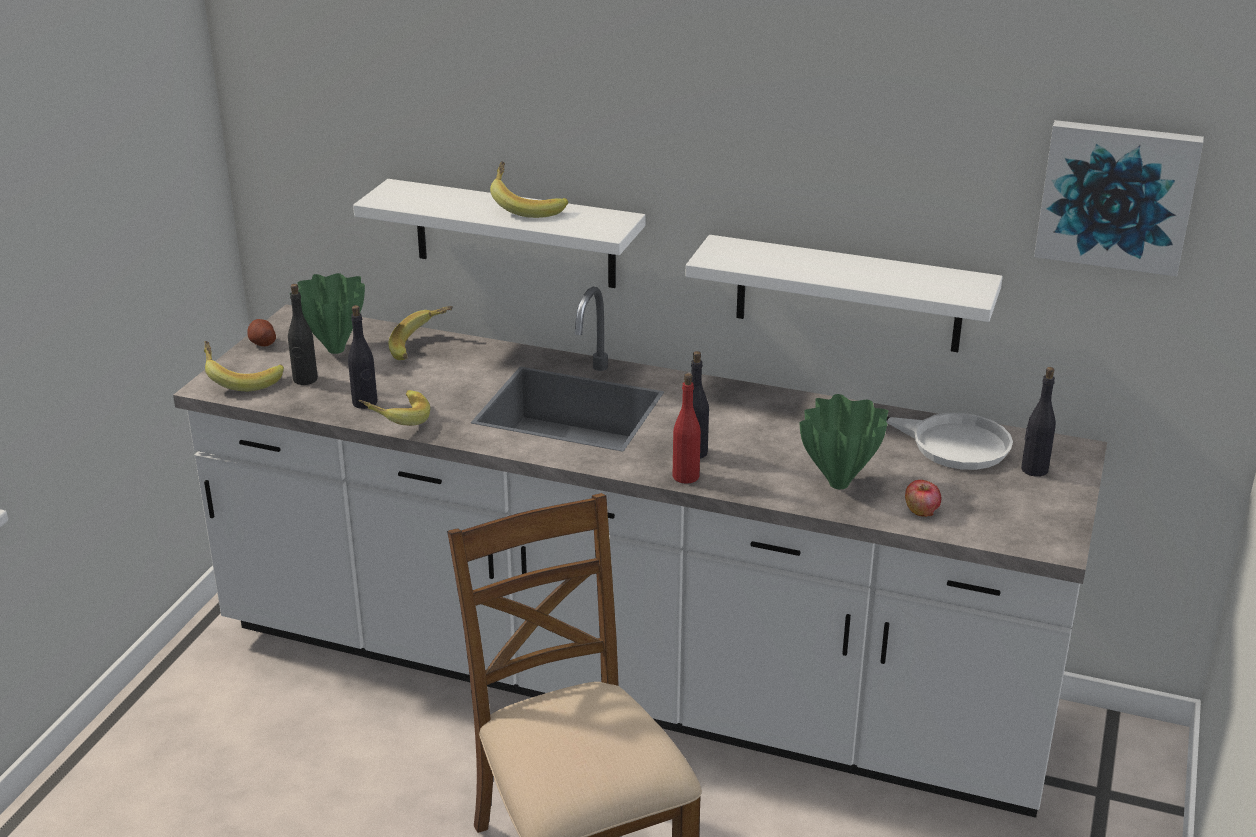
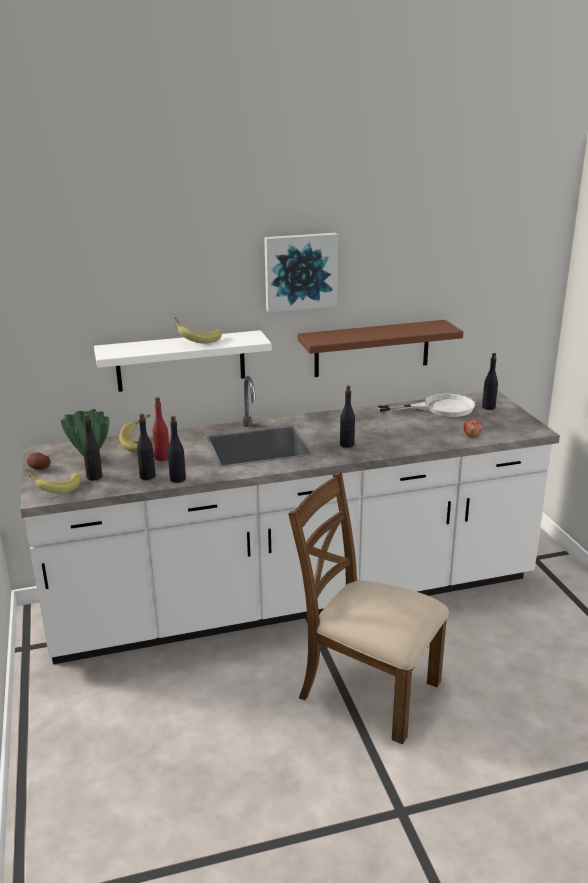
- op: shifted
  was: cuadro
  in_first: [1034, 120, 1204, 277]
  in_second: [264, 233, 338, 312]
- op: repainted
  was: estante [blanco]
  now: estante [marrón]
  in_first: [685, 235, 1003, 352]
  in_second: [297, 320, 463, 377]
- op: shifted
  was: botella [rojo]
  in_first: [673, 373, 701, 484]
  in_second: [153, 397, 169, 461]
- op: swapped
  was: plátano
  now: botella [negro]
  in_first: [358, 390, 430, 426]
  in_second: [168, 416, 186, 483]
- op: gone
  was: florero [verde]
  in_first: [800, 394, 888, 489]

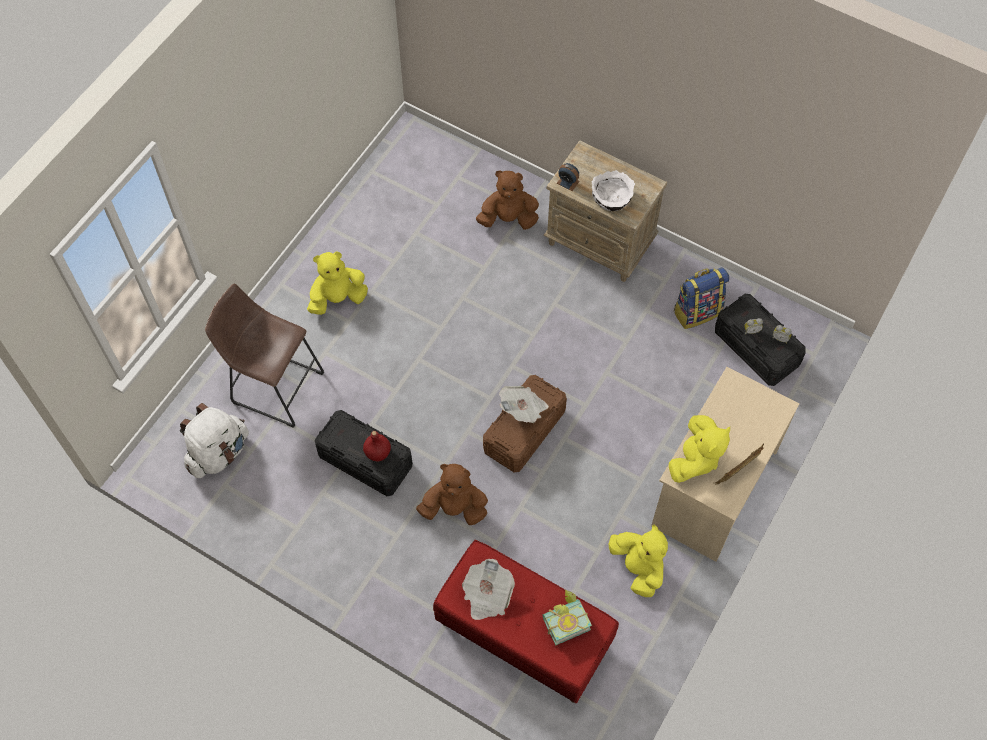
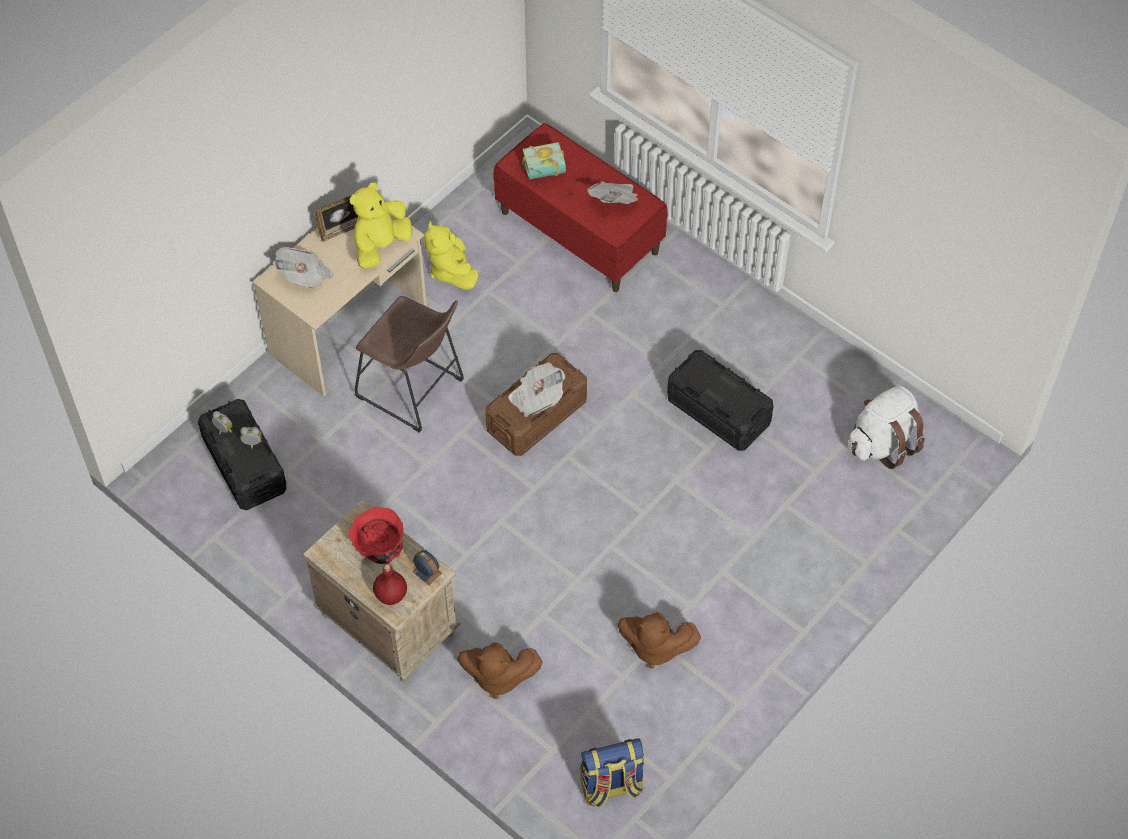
- op: repainted
  was: cuenco [blanco]
  now: cuenco [rojo]
  in_first: [592, 170, 635, 211]
  in_second: [349, 506, 404, 564]
- op: gone
  was: peluche [amarillo]
  in_first: [307, 251, 368, 315]
- op: shifted
  was: mochila
  in_first: [674, 268, 729, 329]
  in_second: [580, 738, 644, 808]
- op: shifted
  was: taburete [marrón]
  in_first: [205, 284, 324, 427]
  in_second: [355, 296, 464, 432]
- op: shifted
  was: botella [rojo]
  in_first: [363, 431, 391, 461]
  in_second: [373, 564, 407, 605]
- op: shifted
  was: peluche [marrón]
  in_first: [416, 464, 488, 525]
  in_second: [617, 612, 701, 669]
- op: new
  now: periódico
  in_second: [272, 247, 334, 288]

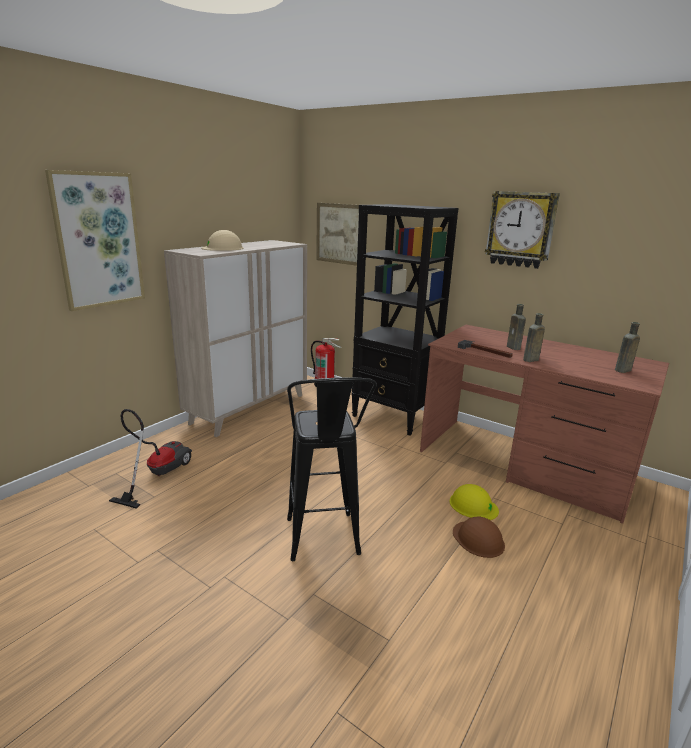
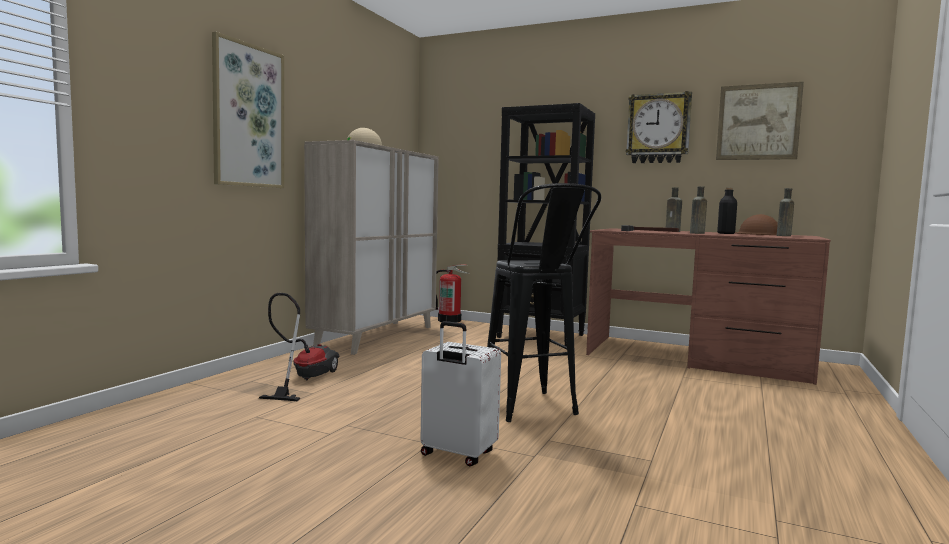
- op: shifted
  was: cuadro
  in_first: [316, 203, 359, 266]
  in_second: [716, 82, 804, 160]
- op: gone
  was: casco [amarillo]
  in_first: [449, 484, 499, 520]
- op: shifted
  was: casco [marrón]
  in_first: [453, 517, 505, 558]
  in_second: [735, 214, 778, 235]
- op: new
  now: botella [negro]
  in_second: [717, 188, 737, 234]
- op: new
  now: maleta [blanco]
  in_second: [421, 321, 501, 466]

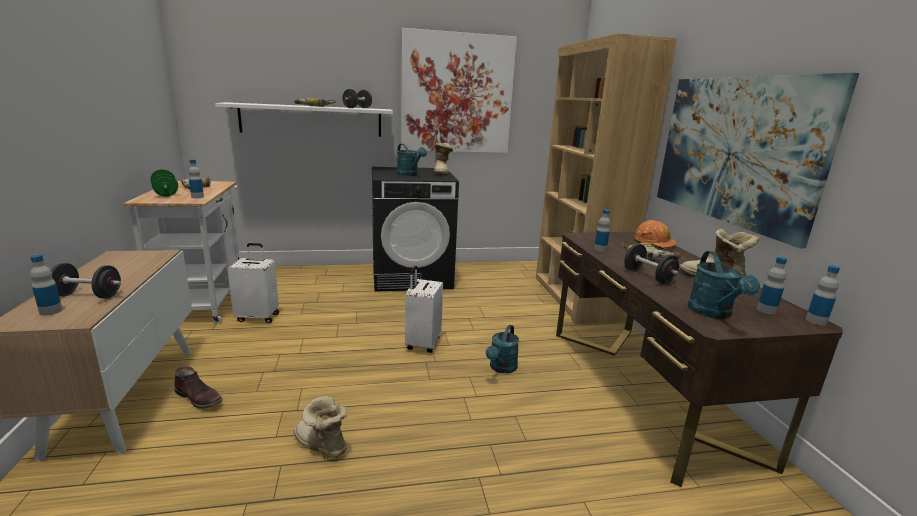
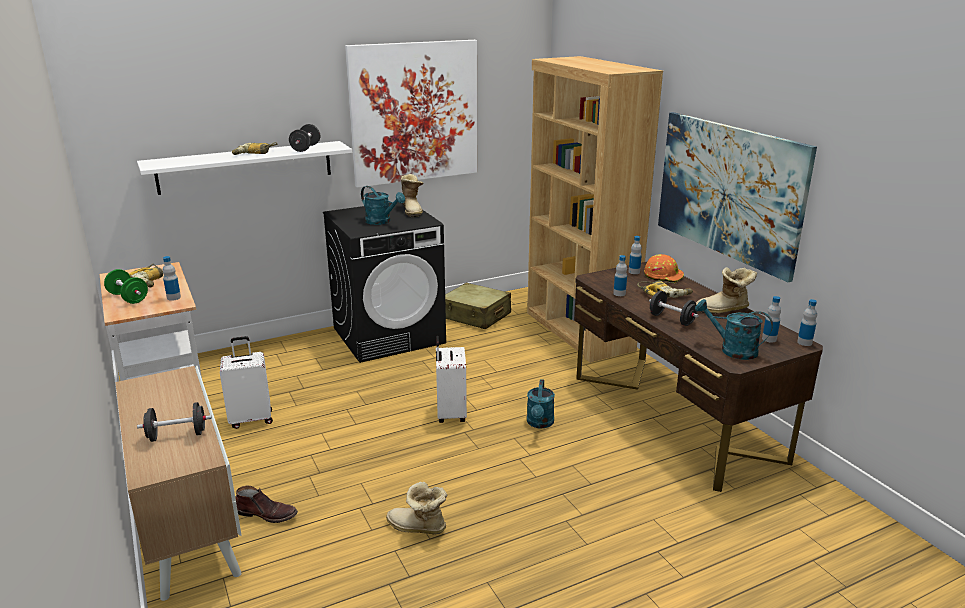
- op: rotated
  was: regadera [turquesa]
  in_first: [688, 251, 760, 319]
  in_second: [695, 299, 773, 360]
  clockwise: 135
- op: shifted
  was: botella
  in_first: [30, 254, 63, 316]
  in_second: [629, 236, 642, 274]
- op: new
  now: maleta [beis]
  in_second: [445, 283, 511, 329]

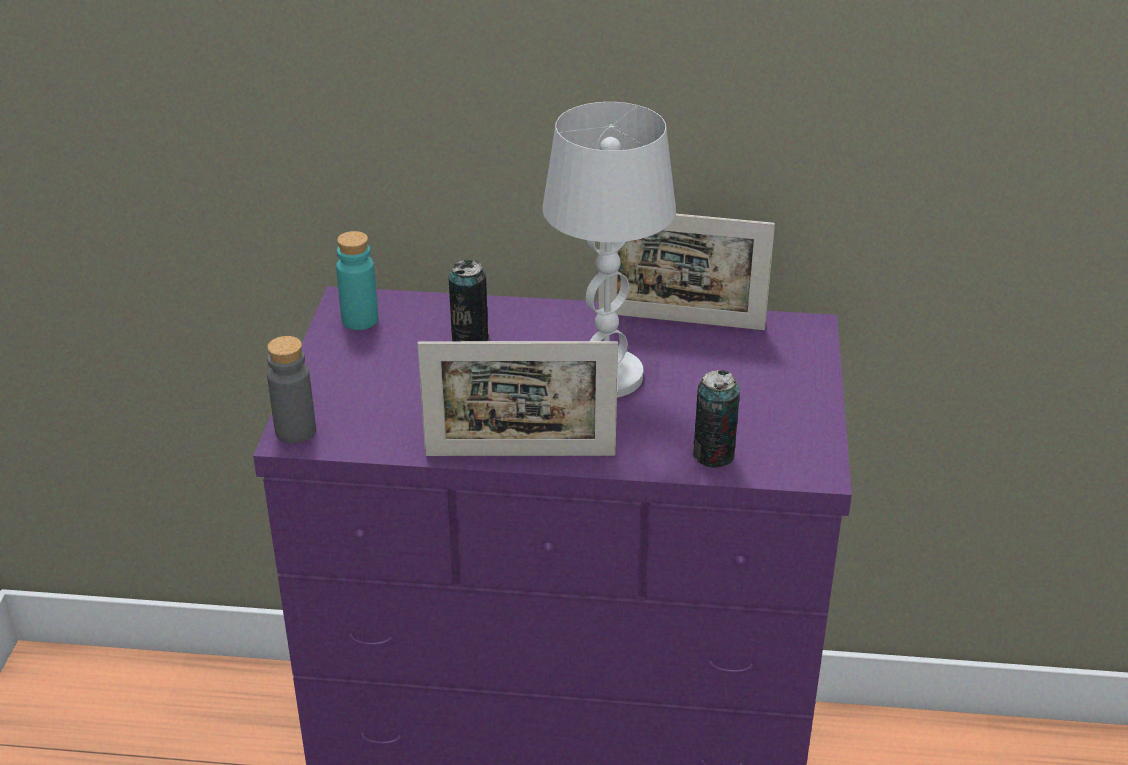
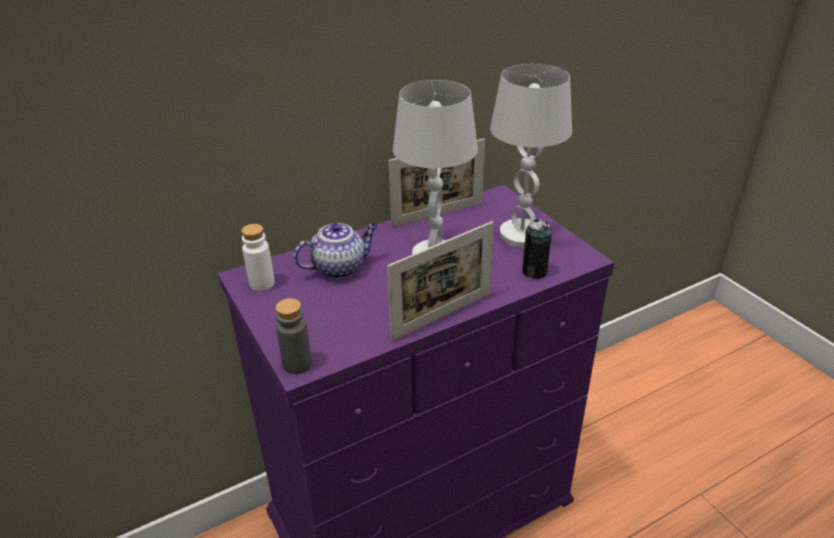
- op: repainted
  was: botella [turquesa]
  now: botella [blanco]
  in_first: [336, 231, 378, 330]
  in_second: [241, 224, 275, 291]
- op: swapped
  was: lata
  now: tetera
  in_first: [448, 260, 489, 341]
  in_second: [294, 223, 378, 279]
- op: new
  now: lámpara de mesa [blanco]
  in_second: [490, 64, 572, 247]

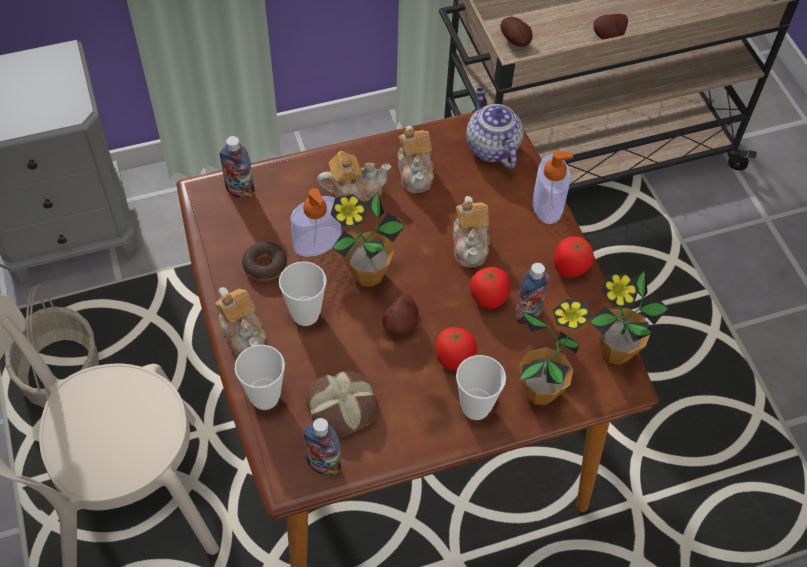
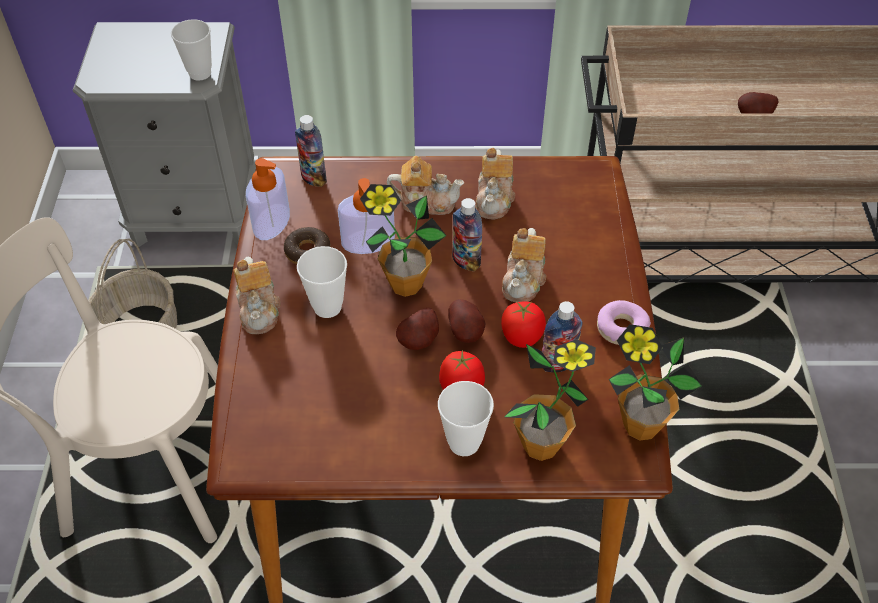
- op: shifted
  was: patata
  in_first: [500, 17, 533, 47]
  in_second: [449, 299, 486, 343]
- op: gone
  was: tetera
  in_first: [466, 88, 523, 169]
- op: shifted
  was: dispensador de jabón
  in_first: [532, 151, 573, 224]
  in_second: [246, 158, 290, 240]
- op: swapped
  was: tomate
  now: rosquilla
  in_first: [554, 236, 594, 277]
  in_second: [597, 300, 651, 345]
- op: shifted
  was: taza
  in_first: [235, 345, 285, 410]
  in_second: [171, 19, 212, 81]
- op: gone
  was: pan
  in_first: [306, 371, 379, 437]
- op: shifted
  was: botella
  in_first: [303, 418, 341, 475]
  in_second: [452, 198, 482, 271]

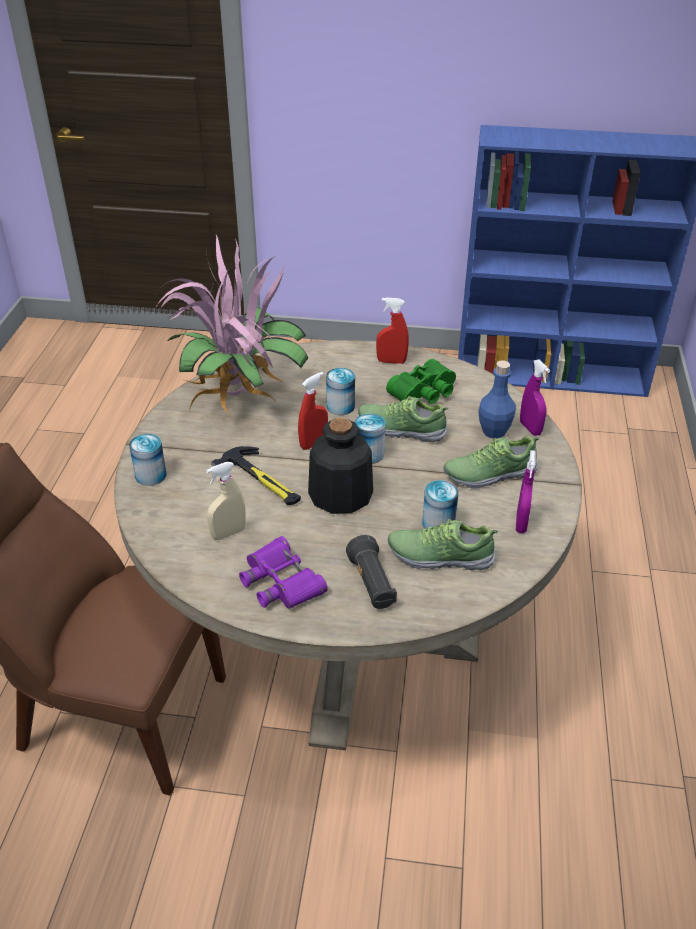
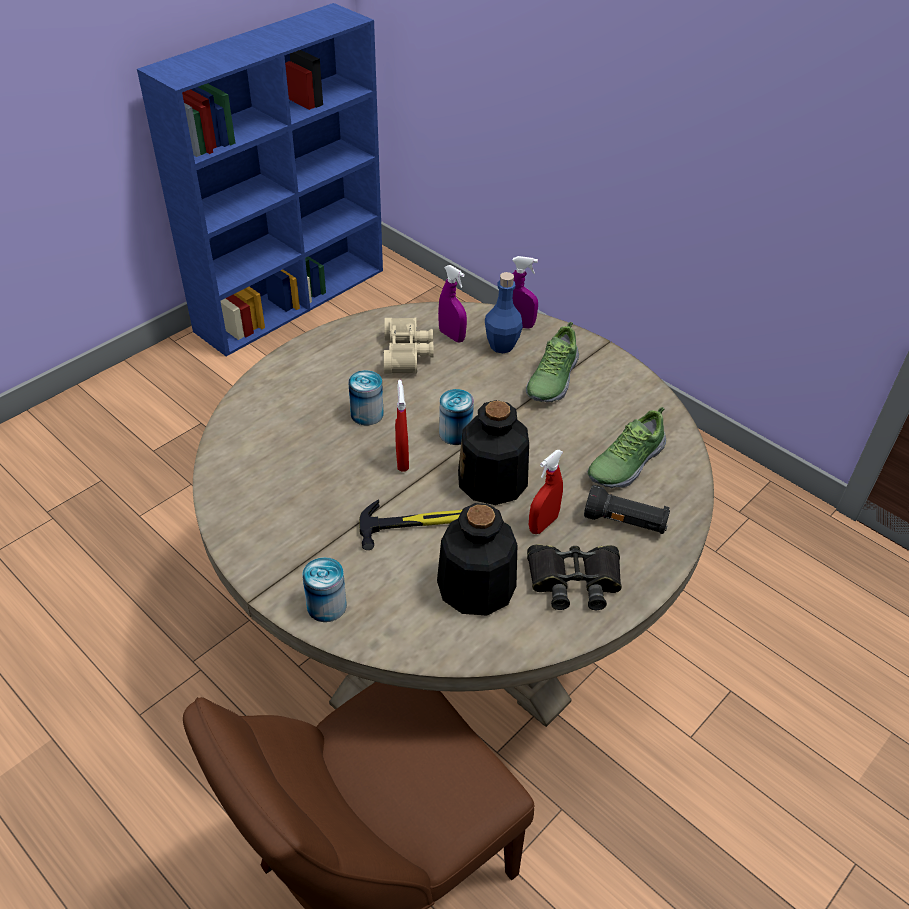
- op: gone
  was: planta en maceta
  in_first: [153, 235, 308, 416]
- op: shifted
  was: pulverizador [rojo]
  in_first: [376, 297, 409, 364]
  in_second: [529, 450, 563, 534]
- op: repainted
  was: prismáticos [verde]
  now: prismáticos [beis]
  in_first: [386, 359, 456, 404]
  in_second: [384, 318, 434, 374]
- op: gone
  was: zapato
  in_first: [358, 396, 449, 442]
- op: shifted
  was: pulverizador [morado]
  in_first: [516, 450, 536, 533]
  in_second: [438, 265, 467, 342]
- op: swapped
  was: pulverizador [beis]
  now: botella
  in_first: [206, 462, 246, 540]
  in_second: [437, 503, 517, 616]
- op: gone
  was: lata
  in_first: [422, 480, 459, 529]
- op: repainted
  was: prismáticos [morado]
  now: prismáticos [negro]
  in_first: [239, 536, 328, 609]
  in_second: [527, 544, 622, 610]

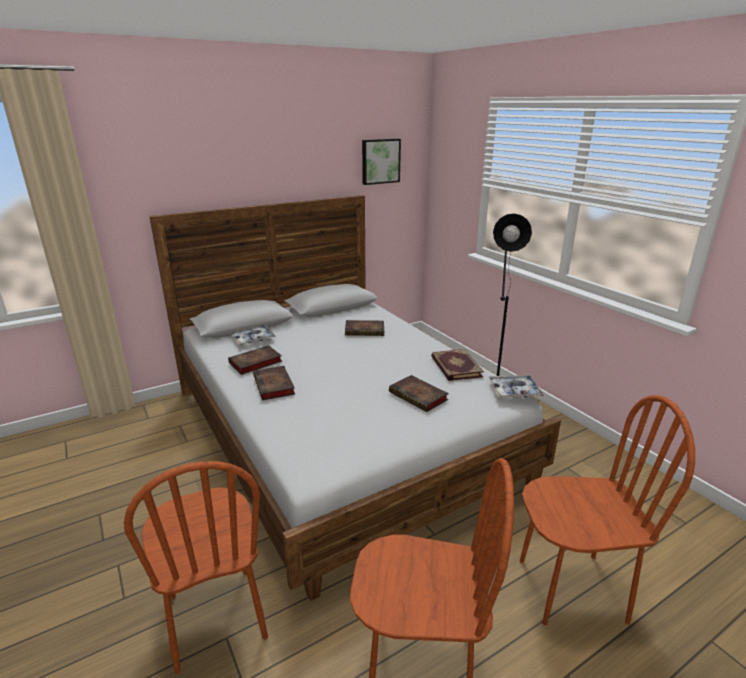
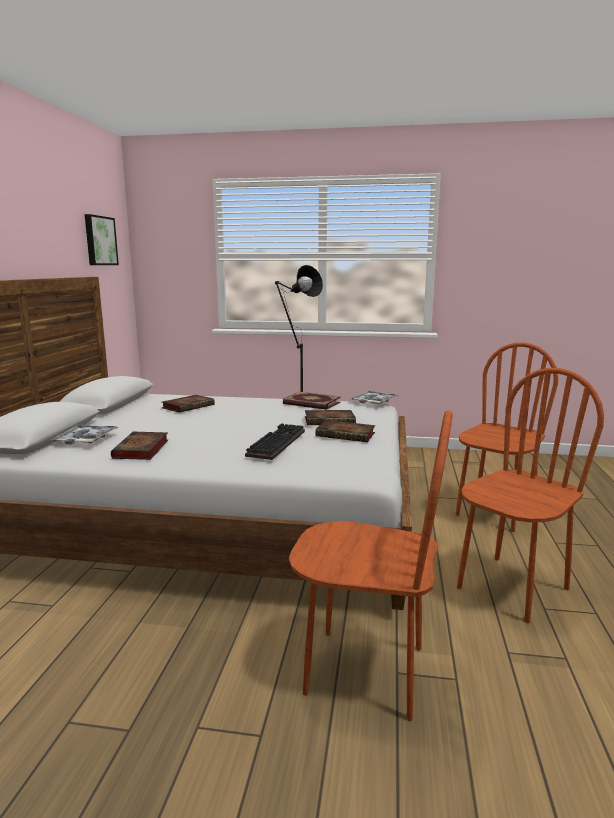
- op: shifted
  was: libro
  in_first: [253, 366, 295, 400]
  in_second: [316, 420, 375, 442]
- op: new
  now: teclado
  in_second: [245, 423, 305, 460]

